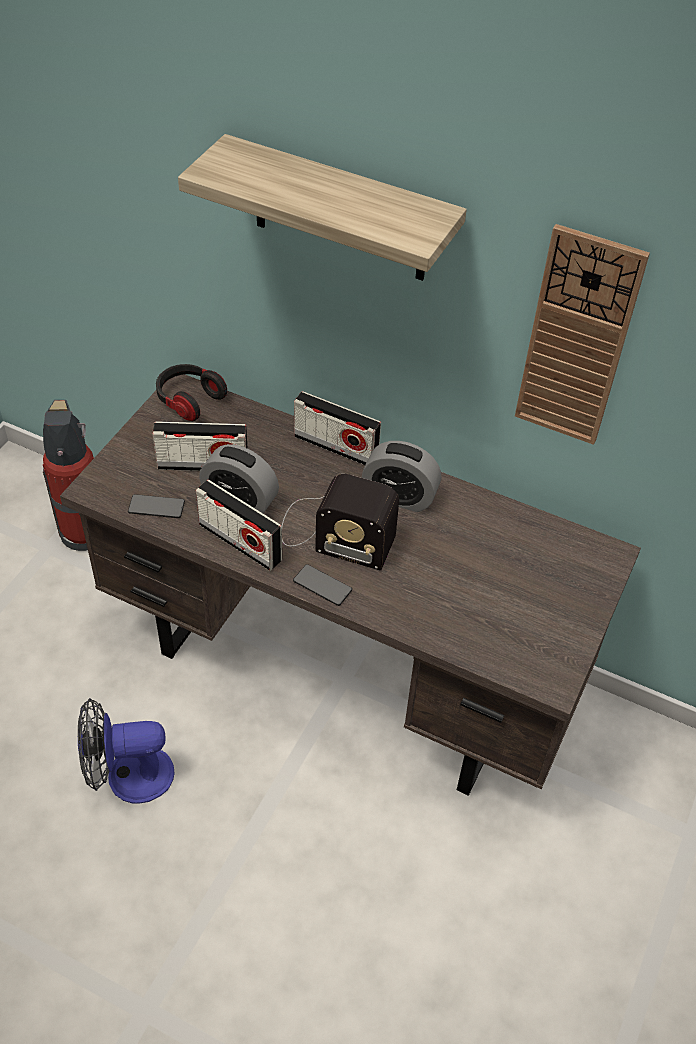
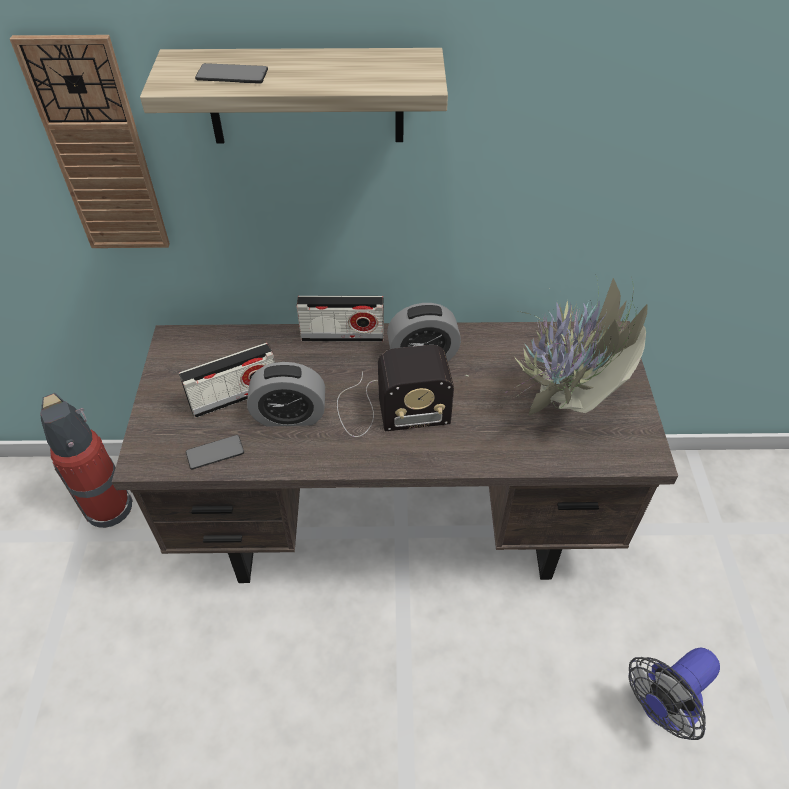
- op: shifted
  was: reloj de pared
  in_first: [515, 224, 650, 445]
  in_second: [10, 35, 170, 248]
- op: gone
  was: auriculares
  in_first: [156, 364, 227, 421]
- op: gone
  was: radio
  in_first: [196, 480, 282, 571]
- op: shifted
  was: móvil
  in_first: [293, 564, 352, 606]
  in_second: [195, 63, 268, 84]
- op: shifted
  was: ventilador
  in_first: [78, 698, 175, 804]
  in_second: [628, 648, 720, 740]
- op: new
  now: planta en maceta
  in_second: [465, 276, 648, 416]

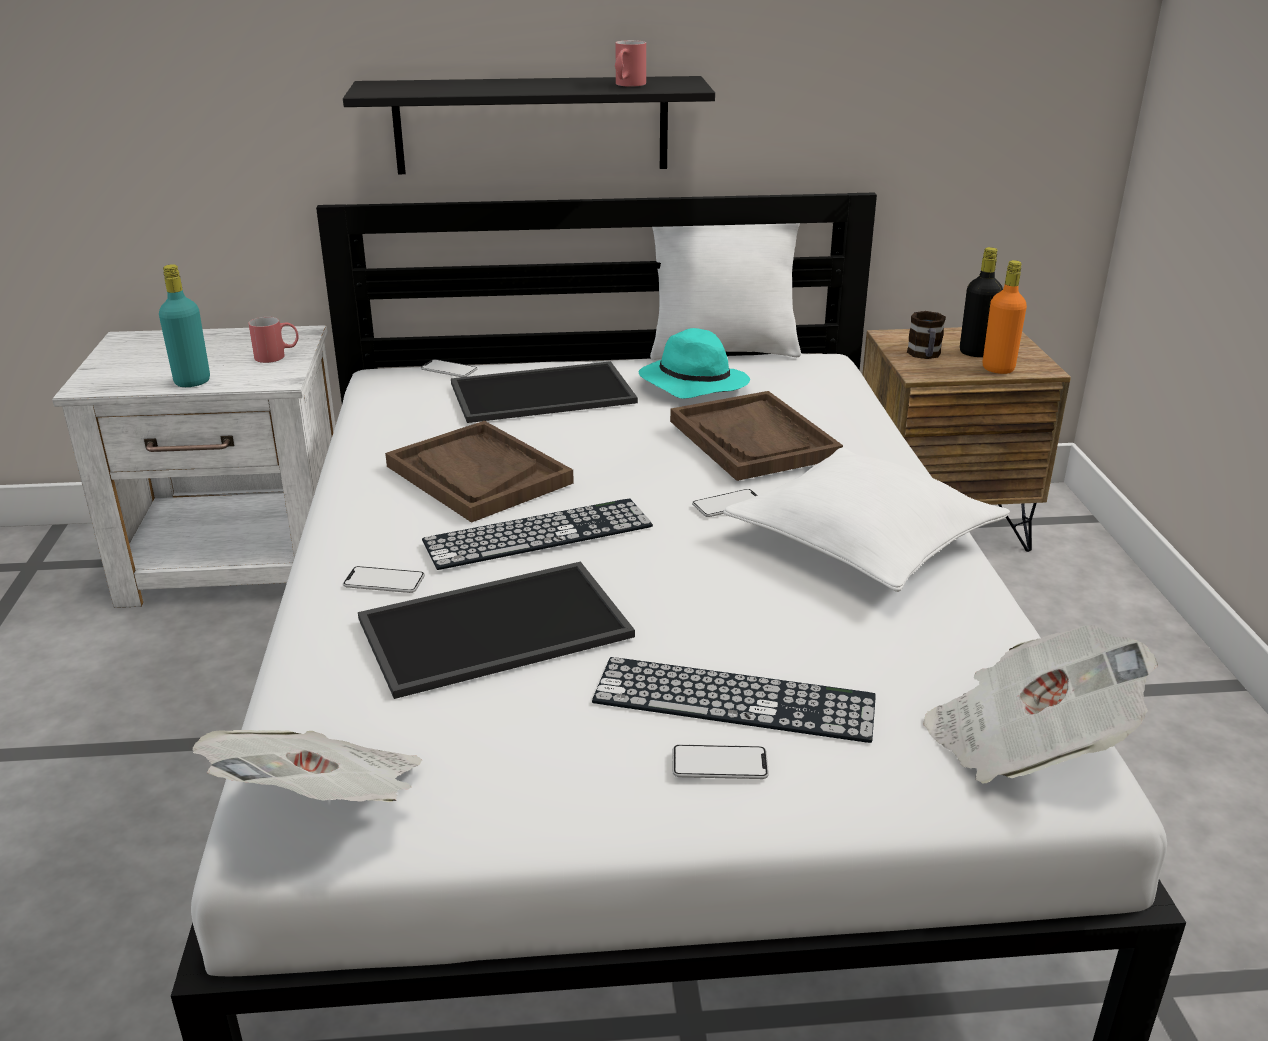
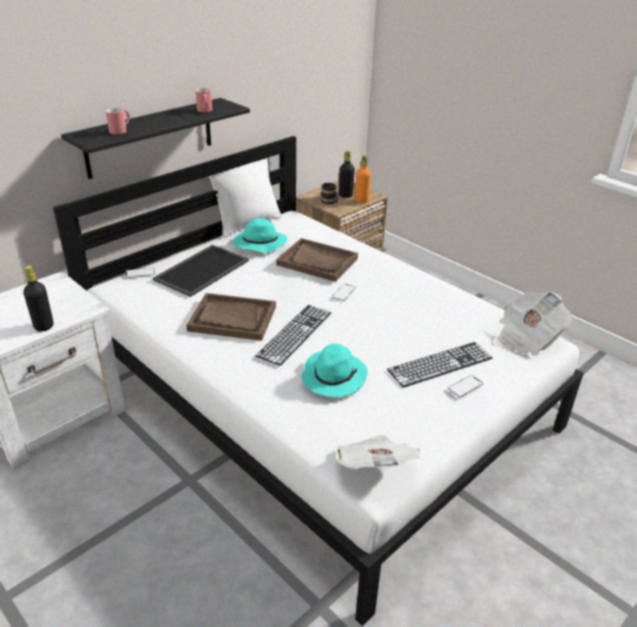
- op: repainted
  was: botella [turquesa]
  now: botella [negro]
  in_first: [159, 264, 210, 387]
  in_second: [23, 265, 53, 332]
- op: shifted
  was: taza grande [rojo]
  in_first: [248, 317, 299, 363]
  in_second: [106, 108, 130, 135]
- op: gone
  was: cojín [blanco]
  in_first: [723, 447, 1010, 592]
- op: swapped
  was: bandeja
  now: sombrero [turquesa]
  in_first: [358, 561, 635, 699]
  in_second: [301, 343, 368, 397]
- op: gone
  was: móvil
  in_first: [343, 566, 425, 593]

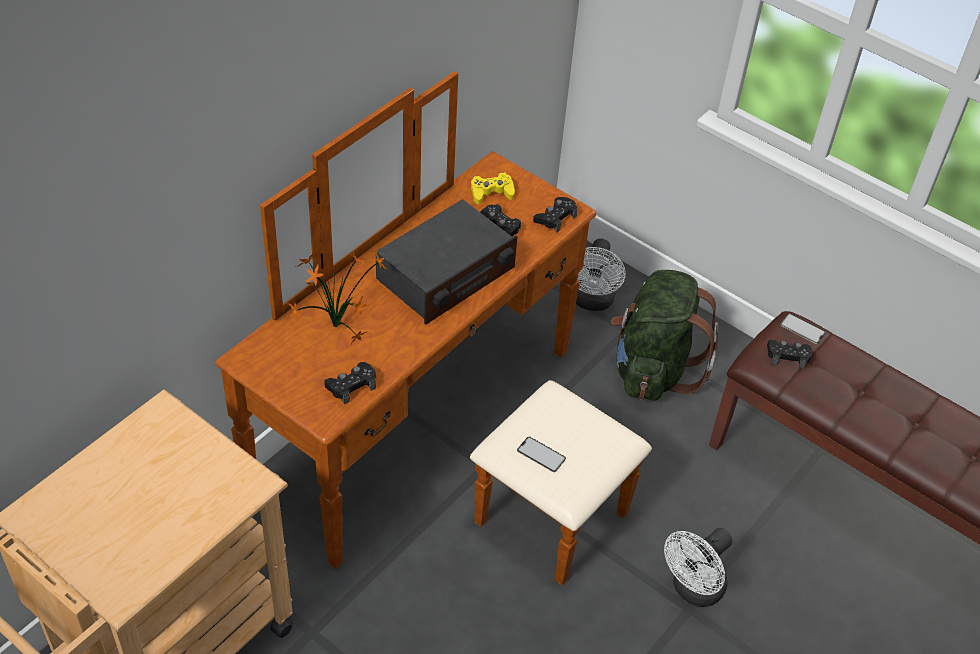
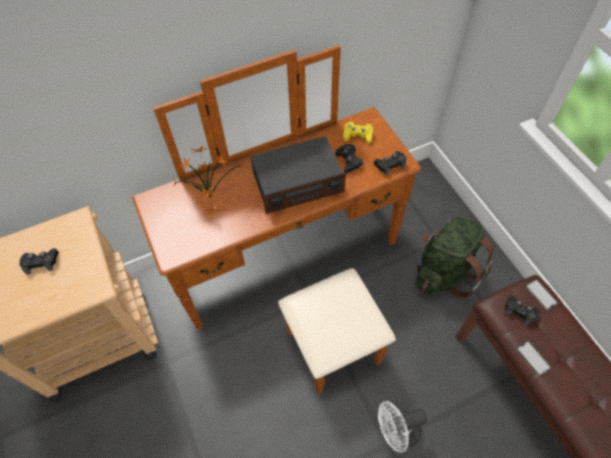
- op: gone
  was: ventilador [blanco]
  in_first: [576, 239, 626, 311]
- op: shifted
  was: mando de consola [negro]
  in_first: [324, 362, 376, 404]
  in_second: [19, 248, 59, 275]
- op: shifted
  was: móvil
  in_first: [517, 436, 566, 472]
  in_second: [516, 341, 551, 376]

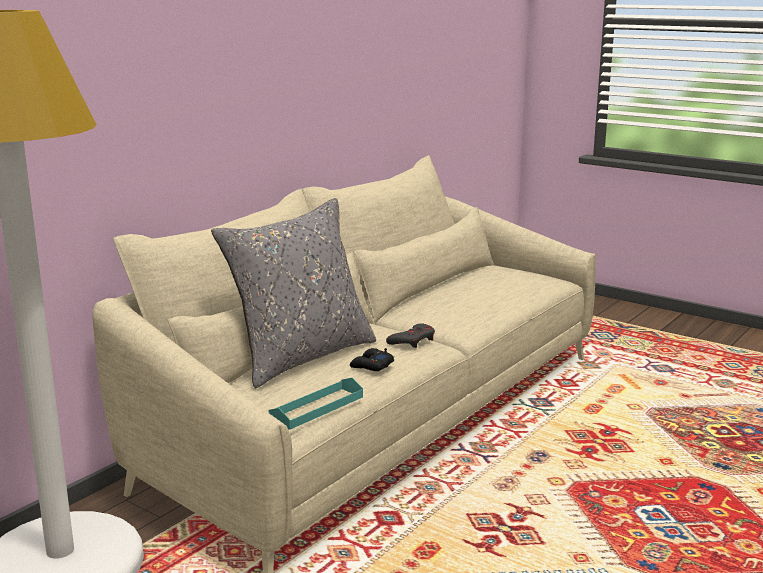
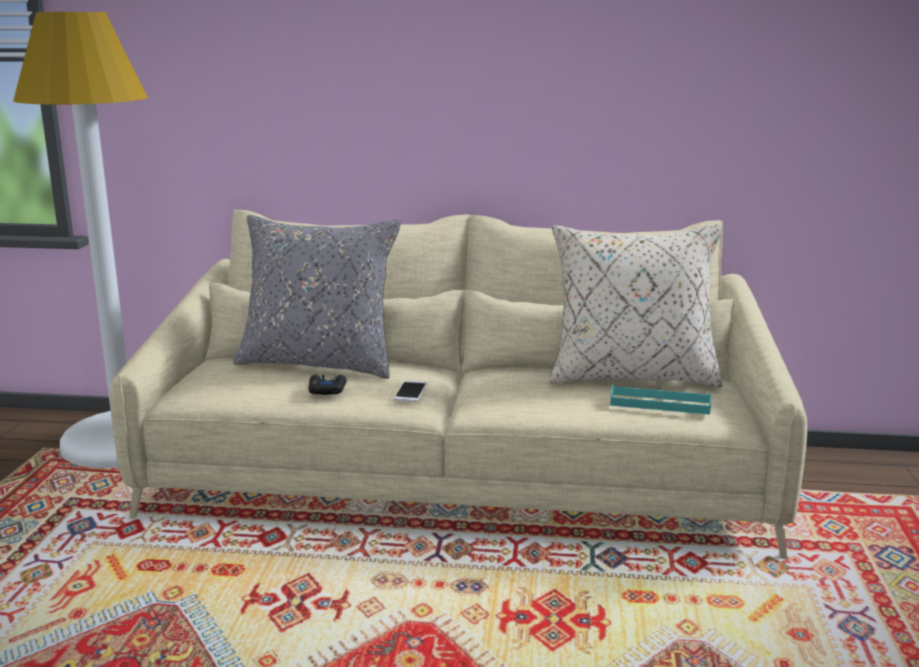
- op: swapped
  was: mando de consola [gris]
  now: móvil
  in_first: [386, 324, 435, 348]
  in_second: [394, 380, 427, 402]
- op: shifted
  was: bandeja [turquesa]
  in_first: [269, 378, 363, 430]
  in_second: [610, 384, 711, 415]
- op: new
  now: cojín [beis]
  in_second: [549, 224, 723, 387]

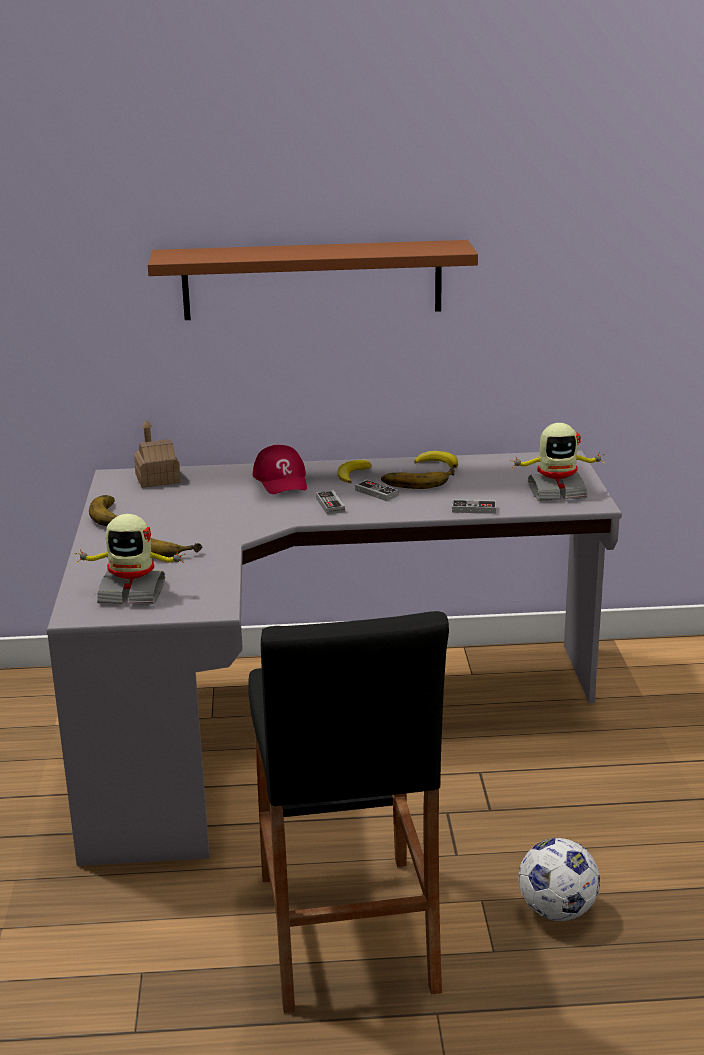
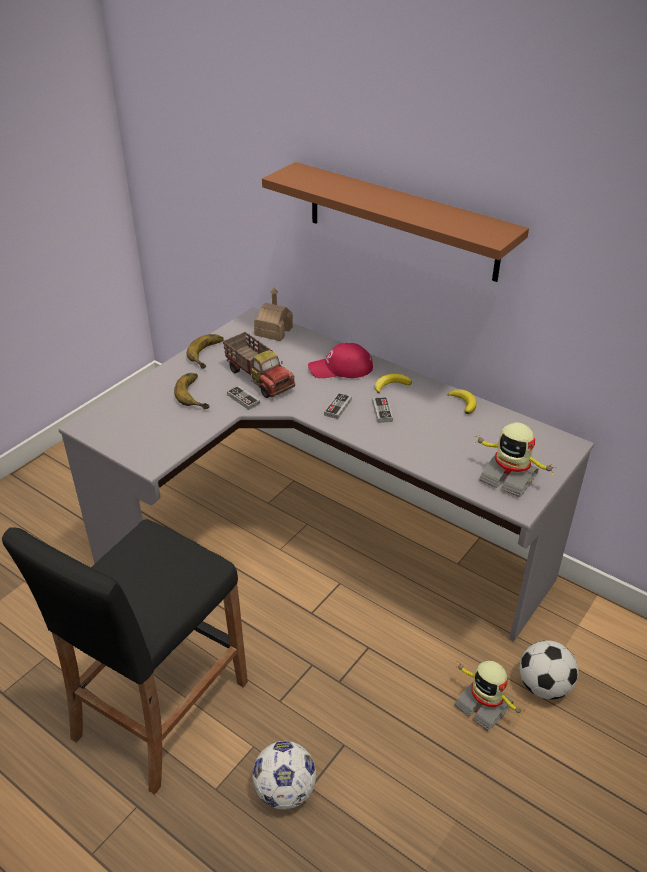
- op: rotated
  was: gorra [rojo]
  in_first: [253, 445, 307, 494]
  in_second: [308, 343, 373, 378]
  clockwise: 60
- op: gone
  was: plátano
  in_first: [381, 467, 455, 489]
- op: shifted
  was: mando de consola
  in_first: [452, 499, 496, 514]
  in_second: [227, 385, 260, 410]
- op: shifted
  was: robot de juguete
  in_first: [75, 514, 185, 605]
  in_second: [455, 661, 525, 732]
- op: new
  now: camión de juguete
  in_second: [223, 332, 295, 398]
- op: new
  now: balón de fútbol
  in_second: [520, 640, 579, 700]

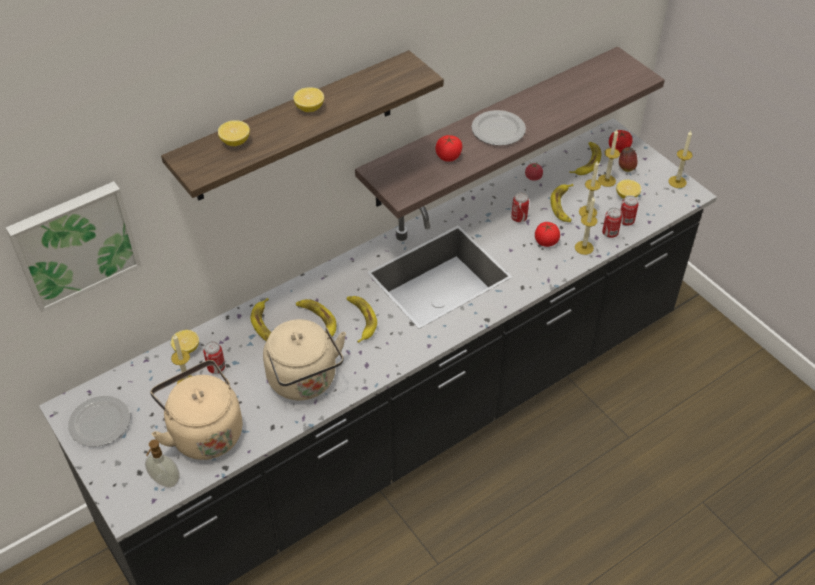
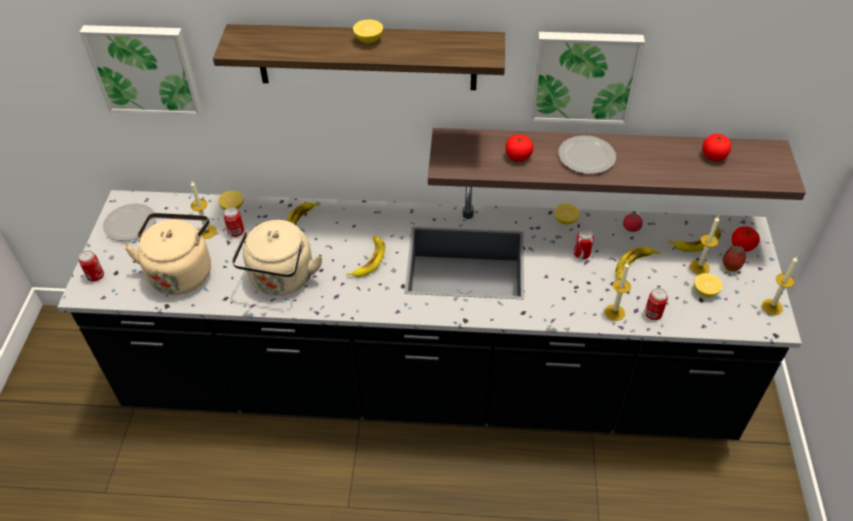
- op: shifted
  was: limón
  in_first: [218, 120, 250, 146]
  in_second: [554, 204, 580, 225]
- op: gone
  was: vela
  in_first: [579, 161, 601, 217]
- op: shifted
  was: lata
  in_first: [621, 195, 638, 226]
  in_second: [79, 250, 104, 282]
- op: shifted
  was: tomate
  in_first: [535, 222, 560, 247]
  in_second: [702, 134, 731, 161]
- op: gone
  was: plátano
  in_first: [296, 299, 336, 336]
- op: gone
  was: dispensador de jabón
  in_first: [145, 440, 180, 488]
- op: new
  now: cuadro
  in_second: [530, 32, 645, 125]

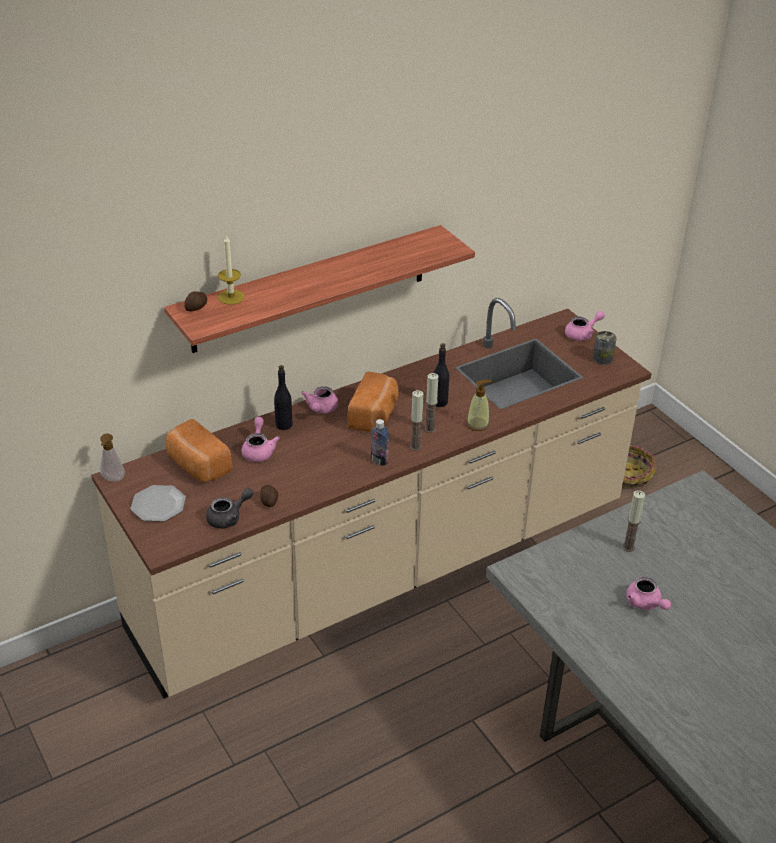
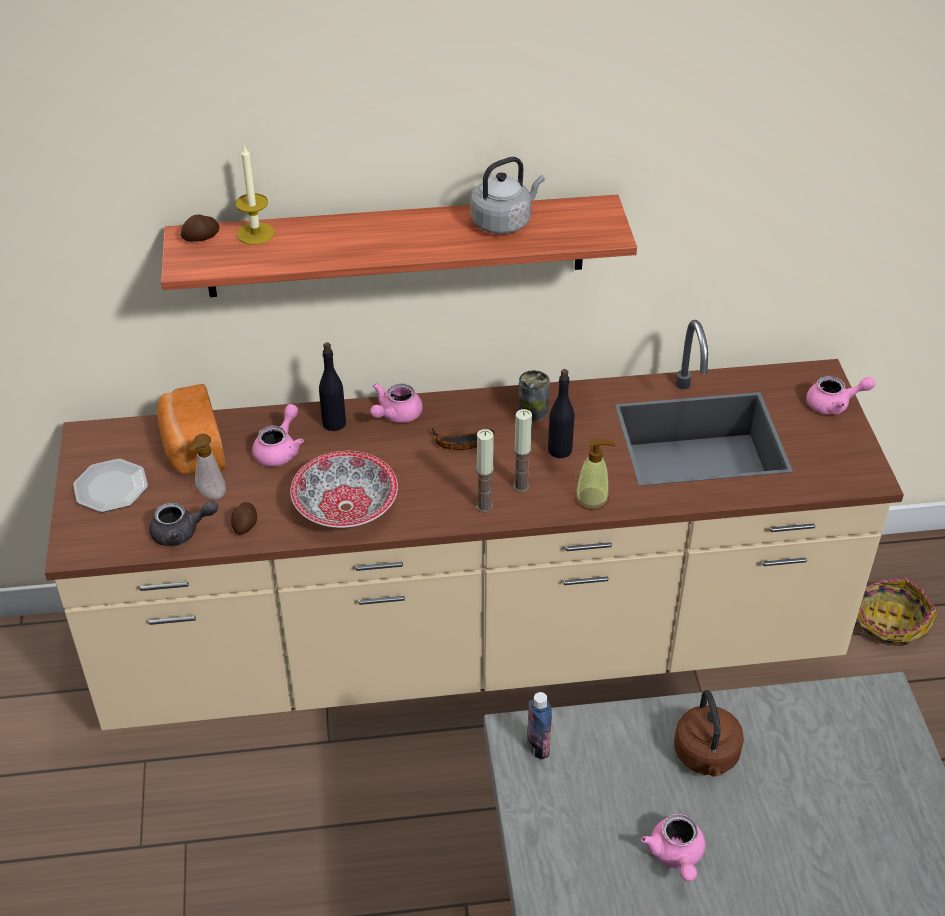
- op: shifted
  was: lata
  in_first: [593, 331, 617, 365]
  in_second: [518, 370, 550, 421]
- op: swapped
  was: pan
  now: plátano
  in_first: [348, 371, 399, 432]
  in_second: [432, 427, 495, 450]
- op: shifted
  was: botella
  in_first: [371, 419, 389, 466]
  in_second: [527, 692, 552, 760]
- op: shifted
  was: dispensador de jabón
  in_first: [100, 433, 125, 481]
  in_second: [189, 434, 226, 499]
- op: swapped
  was: vela
  now: hervidor [marrón]
  in_first: [622, 490, 645, 552]
  in_second: [674, 690, 744, 777]
- op: new
  now: hervidor [gris]
  in_second: [470, 157, 545, 234]
- op: new
  now: cuenco
  in_second: [290, 451, 398, 528]

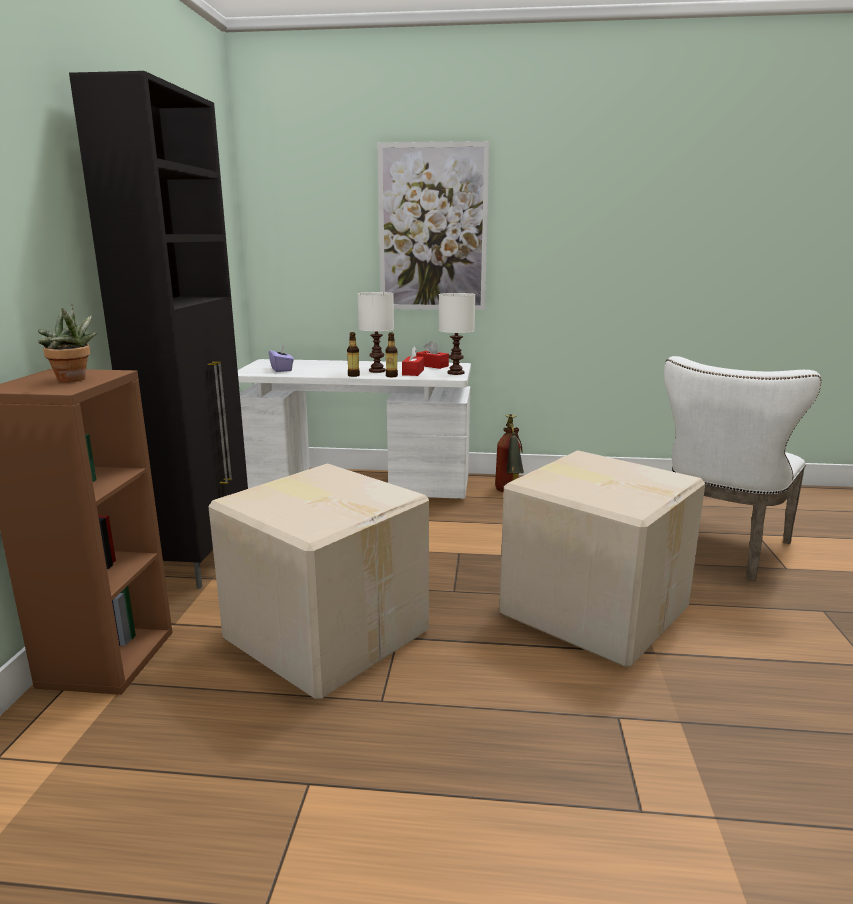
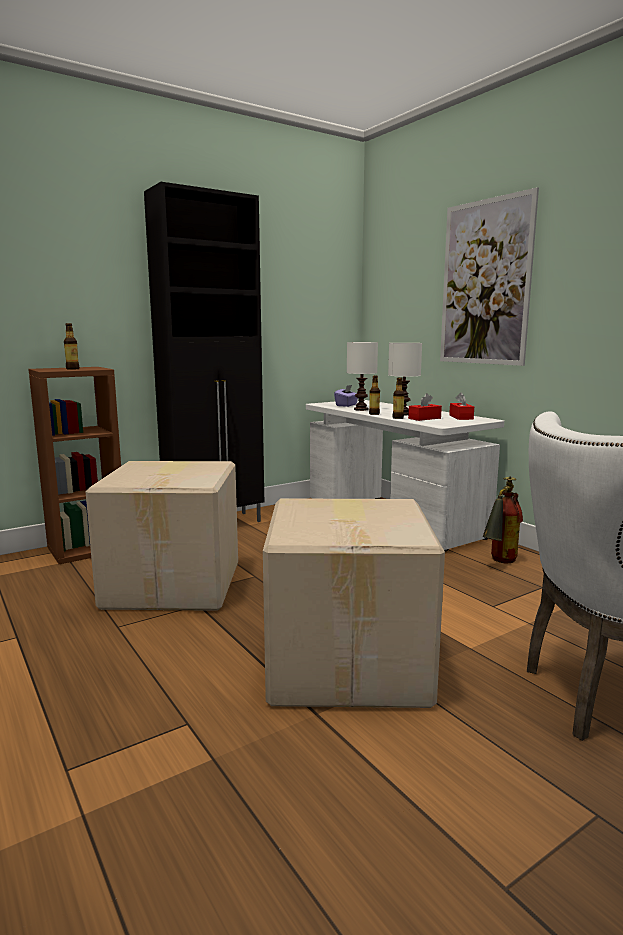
- op: shifted
  was: lámpara de mesa [blanco]
  in_first: [439, 293, 475, 375]
  in_second: [347, 342, 378, 411]
- op: swapped
  was: planta en maceta
  now: botella
  in_first: [38, 304, 98, 382]
  in_second: [64, 323, 79, 370]

